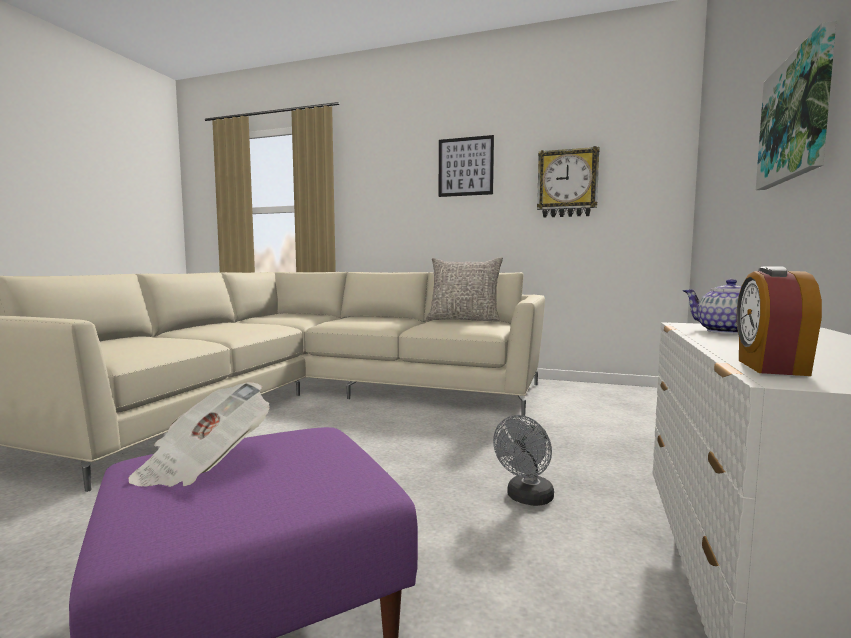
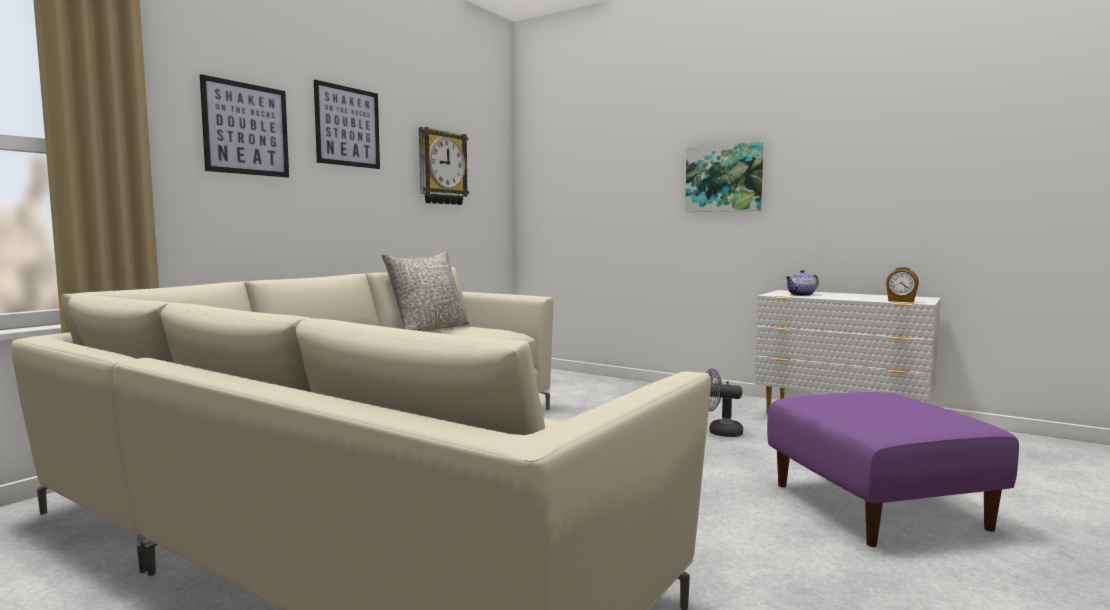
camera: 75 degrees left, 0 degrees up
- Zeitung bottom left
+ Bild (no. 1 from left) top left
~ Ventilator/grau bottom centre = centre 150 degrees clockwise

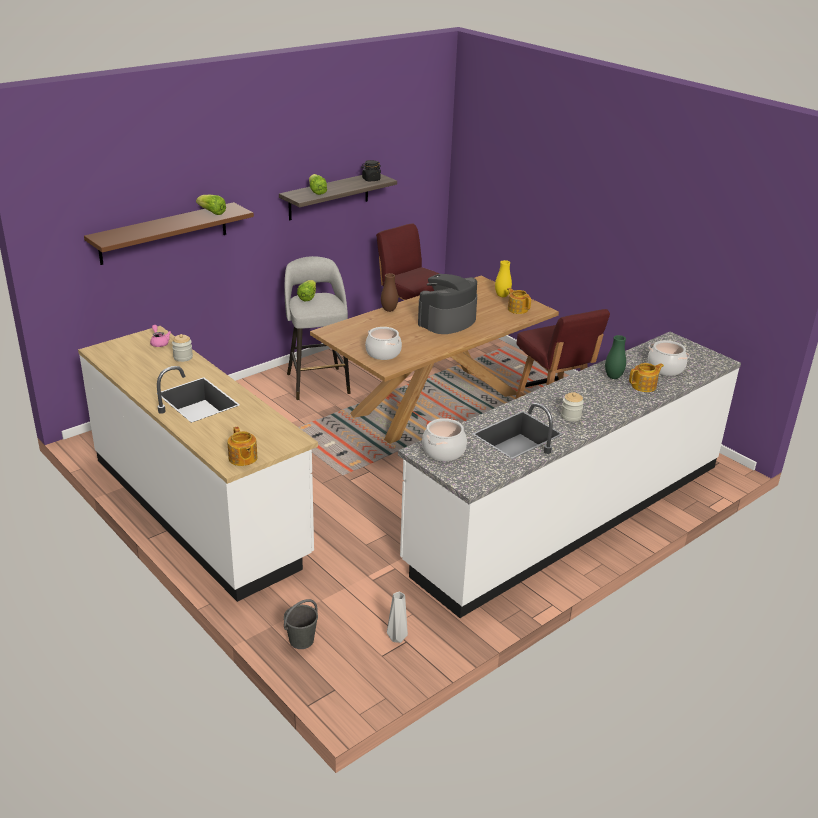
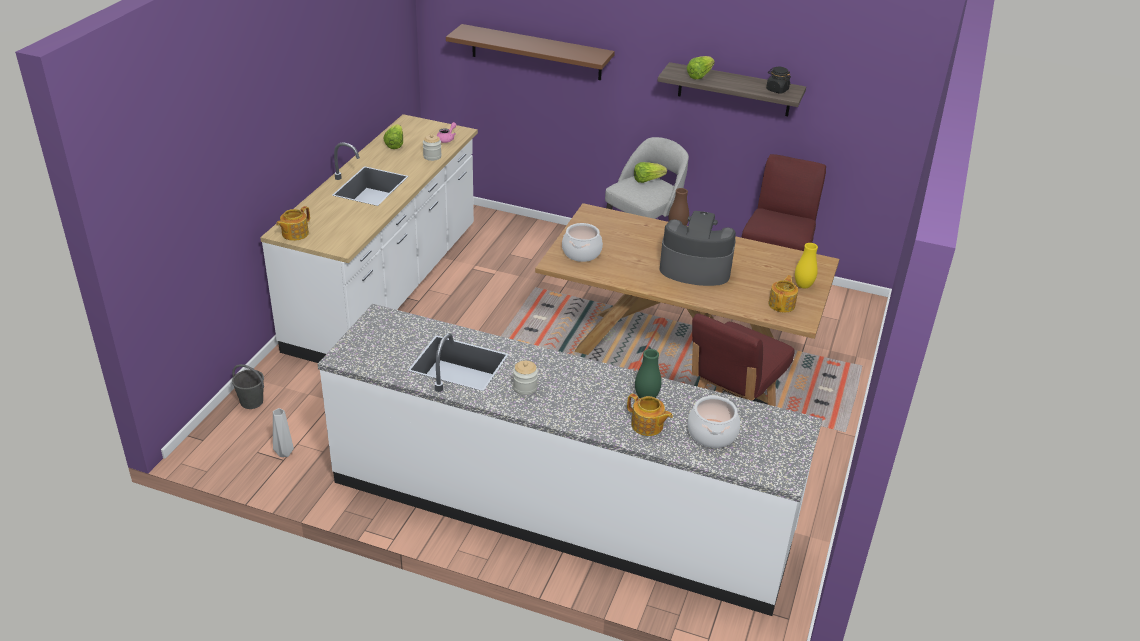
camera: 60 degrees right, 5 degrees up
- Kochtopf (no. 2 from left) centre
~ Salatkopf (no. 1 from left) top left to top centre

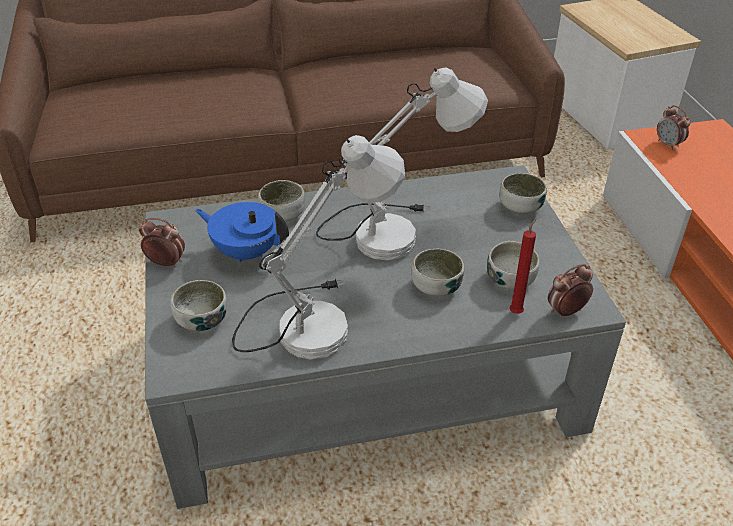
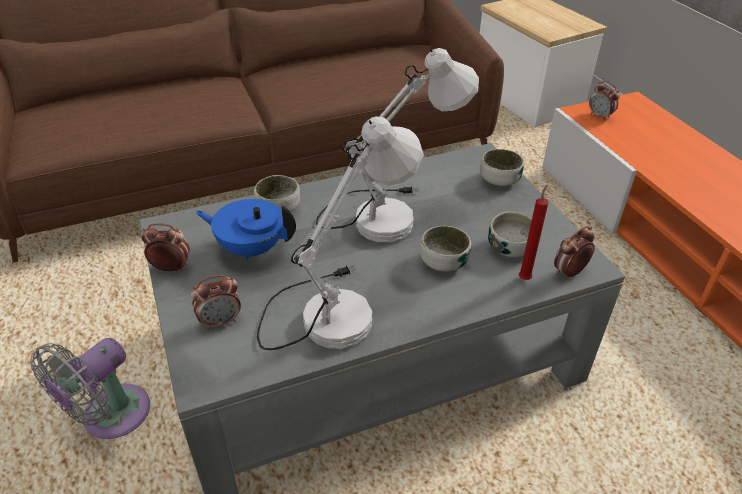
camera: 10 degrees left, 0 degrees up
+ Ventilator/grau bottom left
~ Schüssel (no. 1 from left) middle left to Wecker (no. 2 from left) middle left

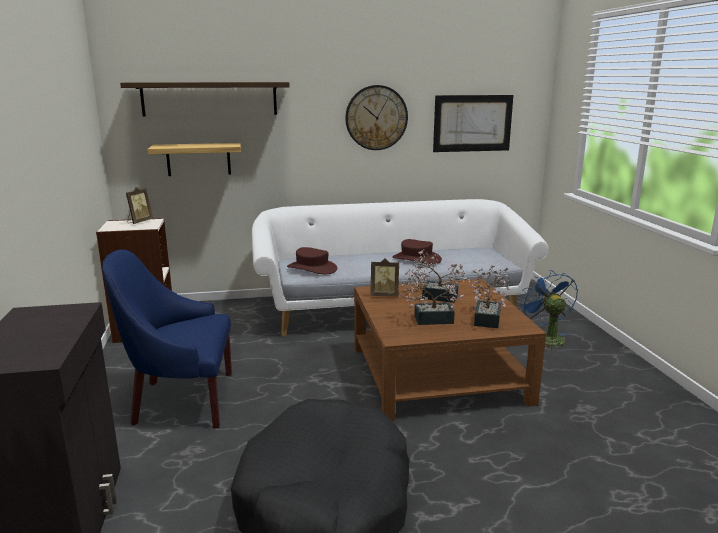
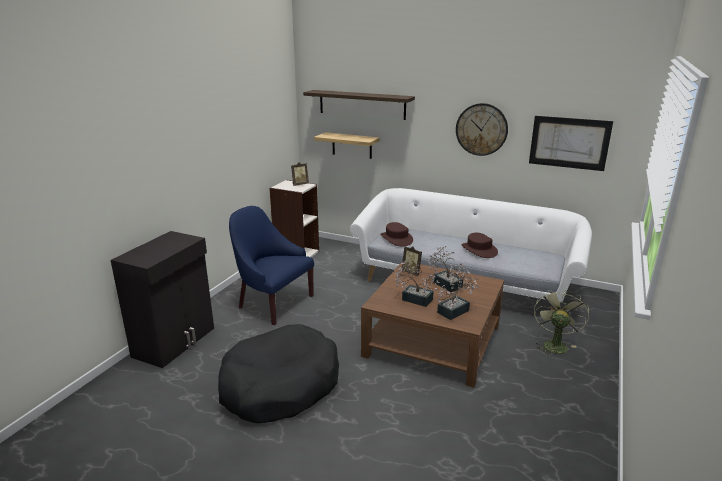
camera: 35 degrees right, 5 degrees up
~ Ventilator/blau middle right to Ventilator/grün bottom right

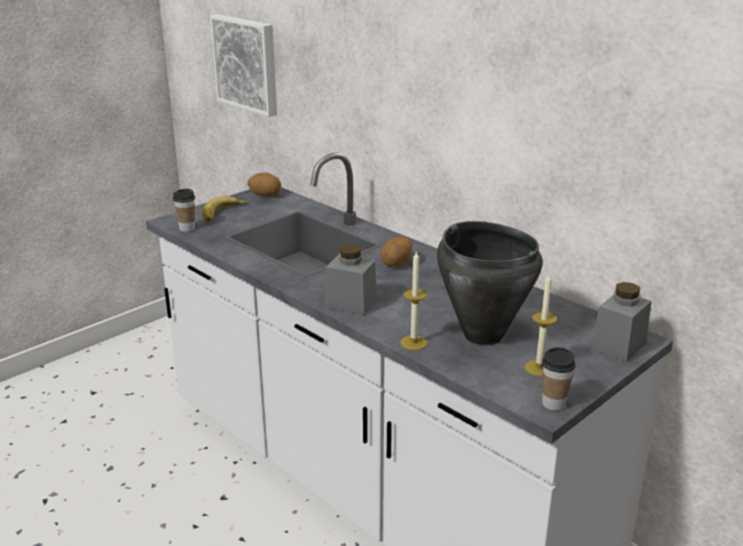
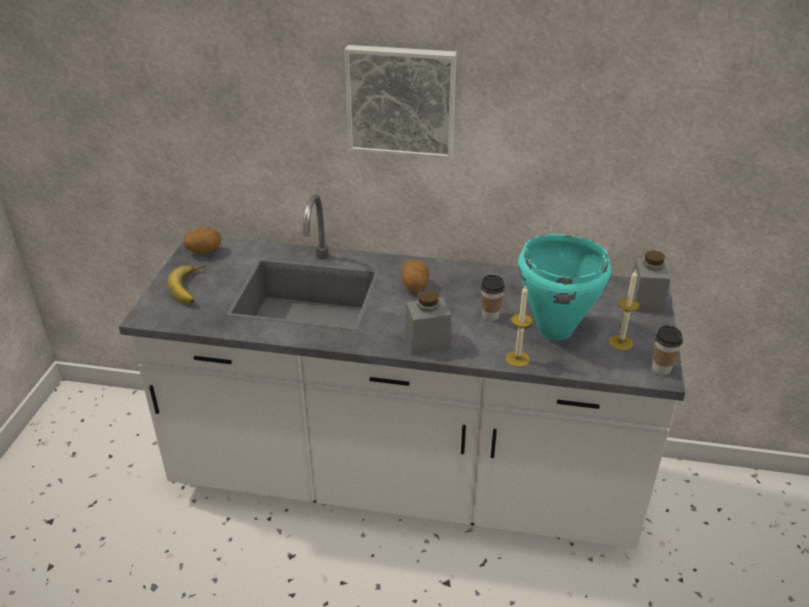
camera: 35 degrees left, 10 degrees up
~ Tasse (no. 1 from left) middle left to centre
~ Bild top left to top centre
~ Kochtopf/schwarz centre to Kochtopf/türkis middle right

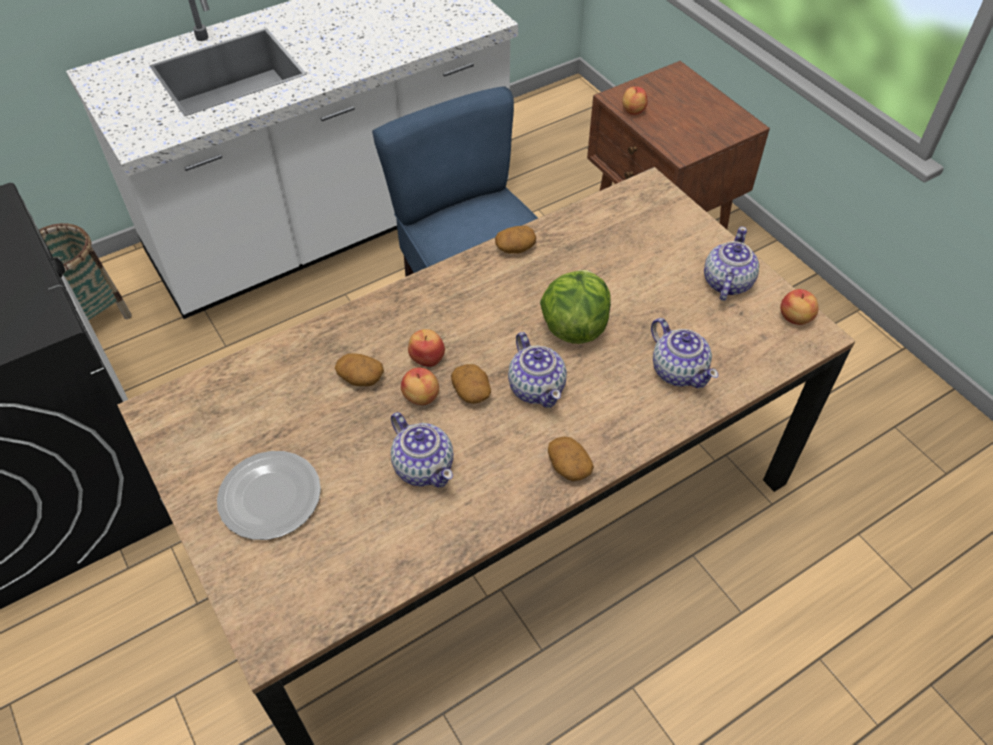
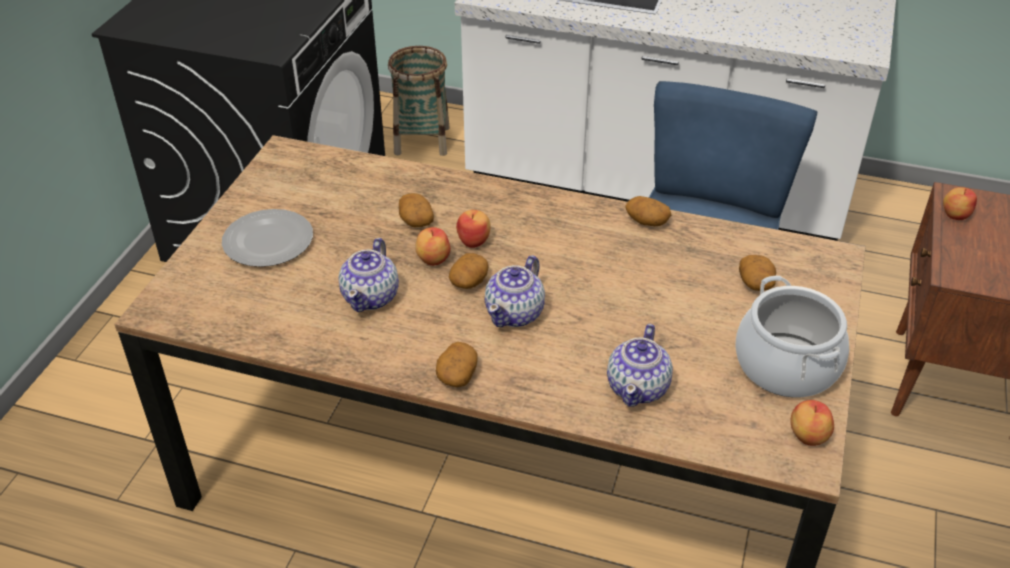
camera: 50 degrees right, 10 degrees down
- Salatkopf centre
+ Kartoffel (no. 5 from left) middle right
~ Teekanne (no. 4 from left) middle right to Kochtopf middle right

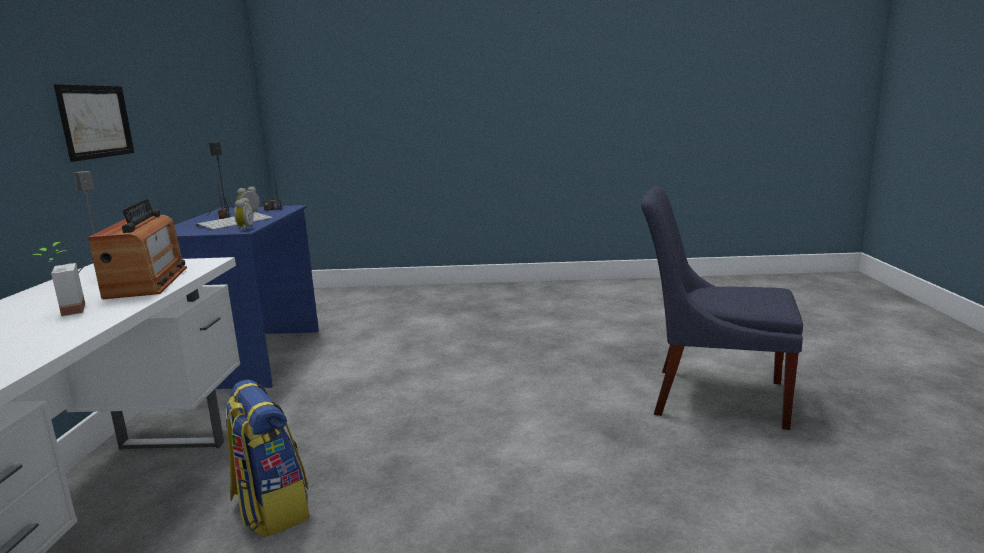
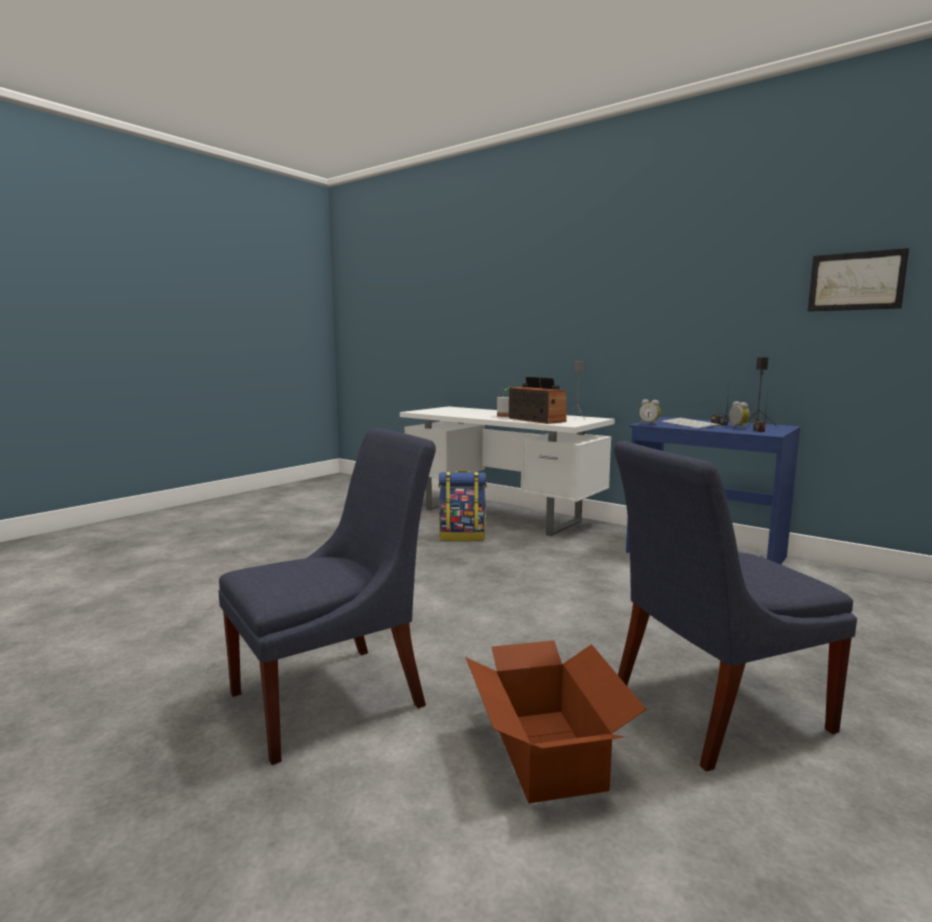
camera: 125 degrees right, 5 degrees down
+ Karton bottom centre
+ Stuhl/blau (no. 2 from left) middle right
~ Bild top left to top right
~ Radio (no. 1 from left) middle left = centre 150 degrees counterclockwise

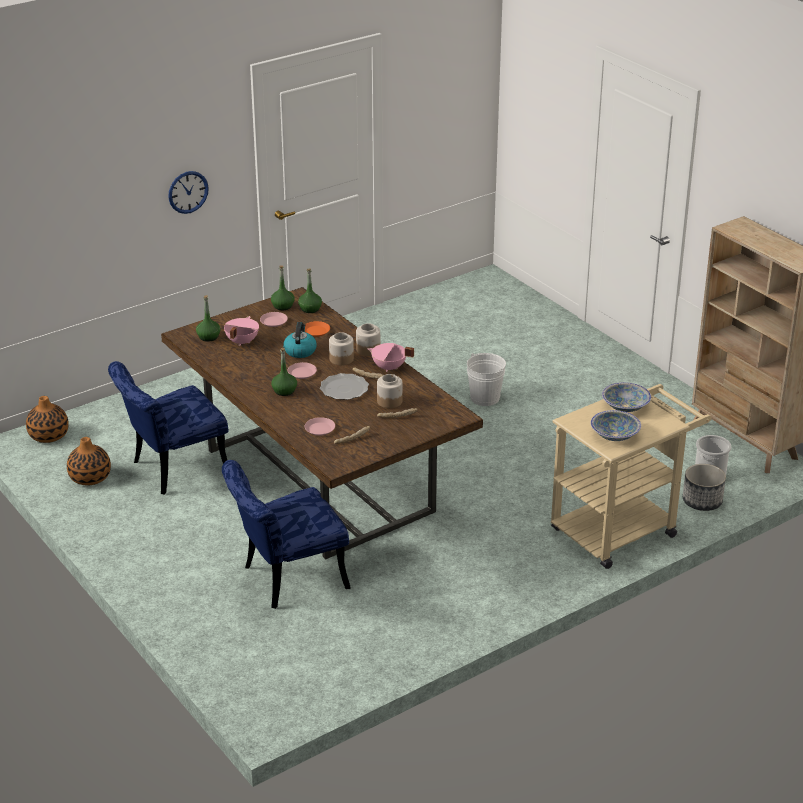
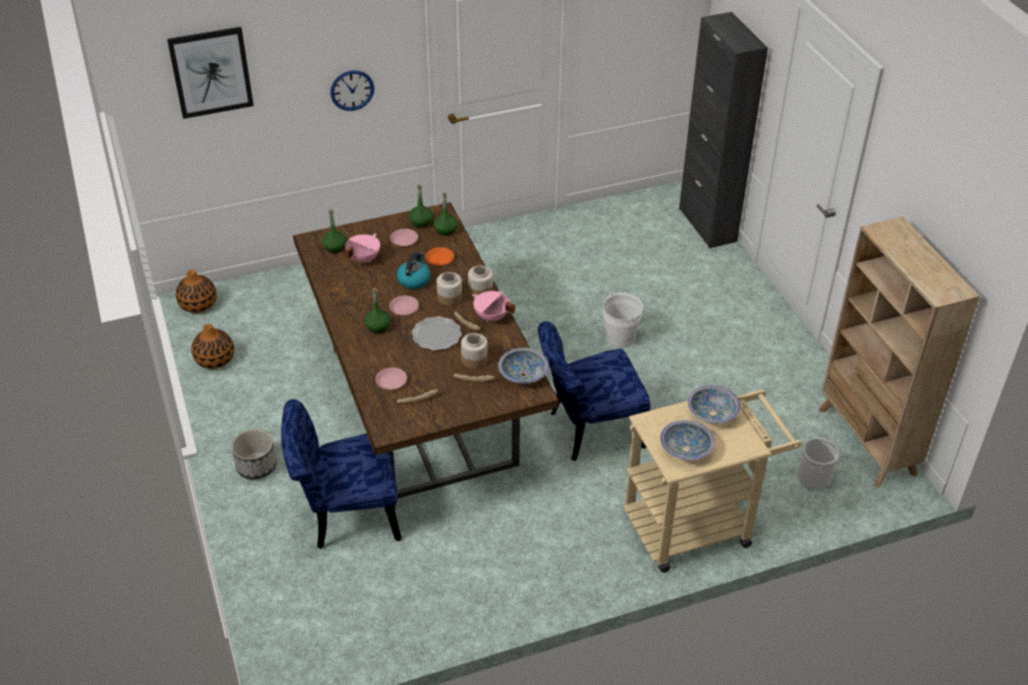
camera: 15 degrees right, 10 degrees up
+ Bild top left
+ Schüssel (no. 1 from left) centre
+ Schrank/schwarz top right
~ Stuhl/blau (no. 1 from left in the first image) middle left to Stuhl/blau (no. 2 from left) centre
~ Pflanzkübel middle right to middle left

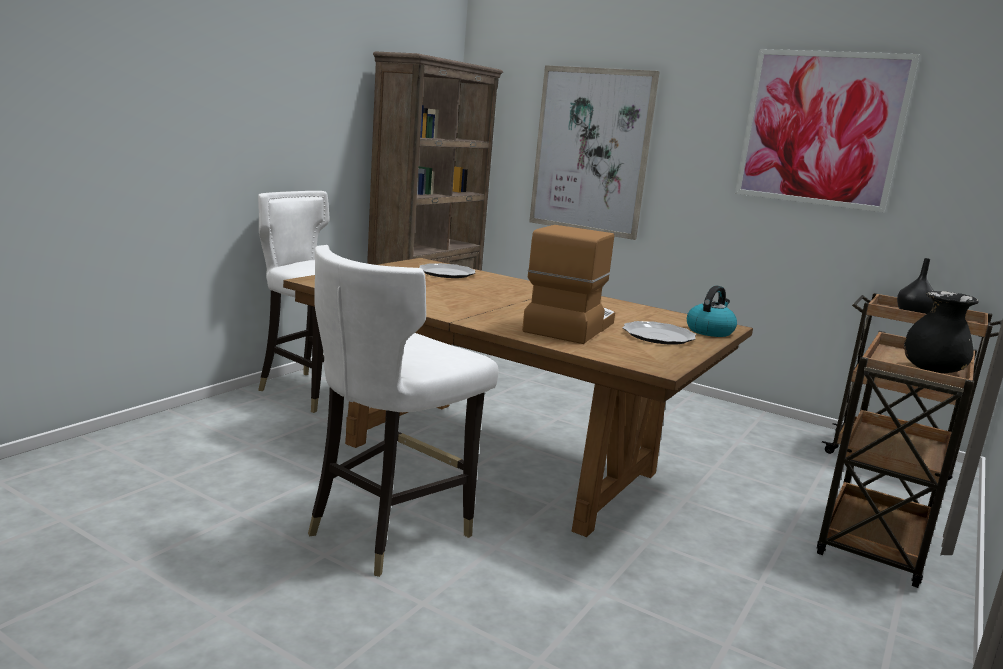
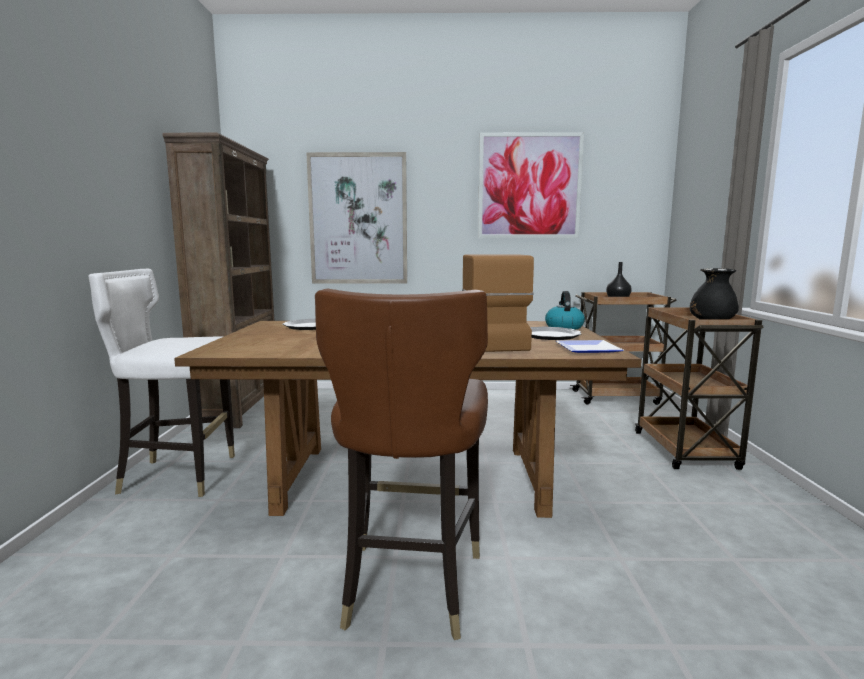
camera: 30 degrees left, 5 degrees down
+ Teller (no. 3 from left) middle right
~ Stuhl/weiß (no. 2 from left) centre to Stuhl/braun bottom centre

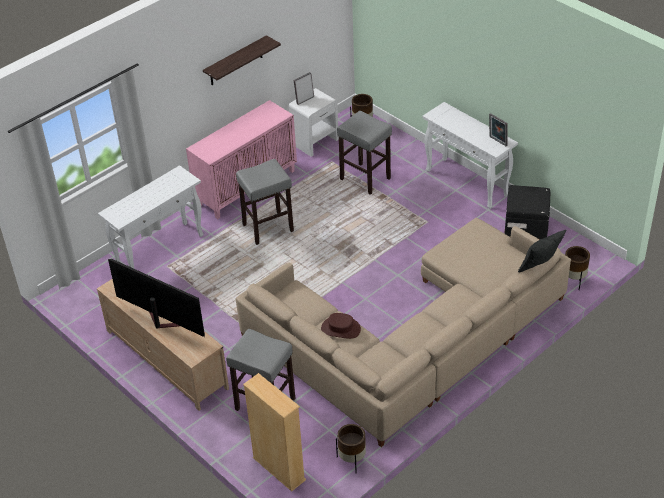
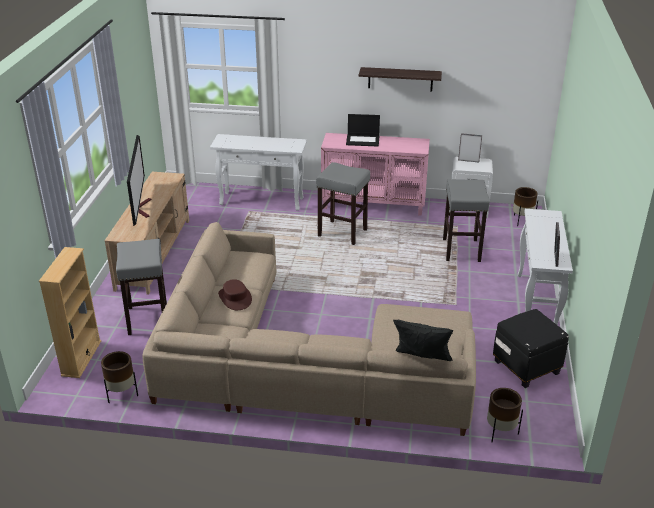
camera: 50 degrees right, 10 degrees down
+ Laptop top centre

